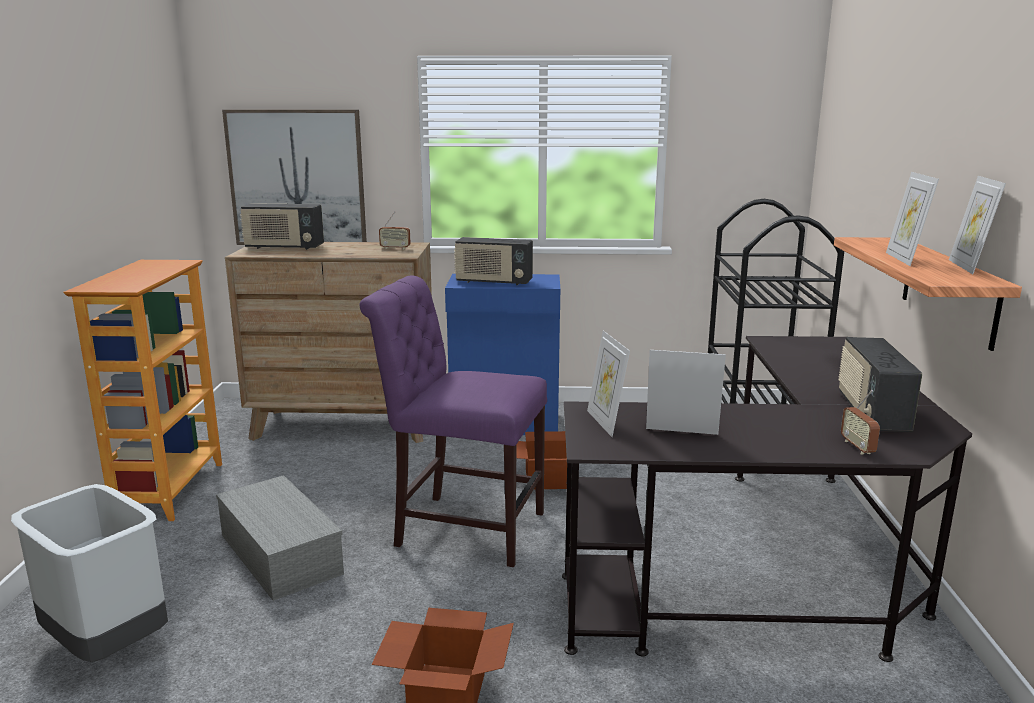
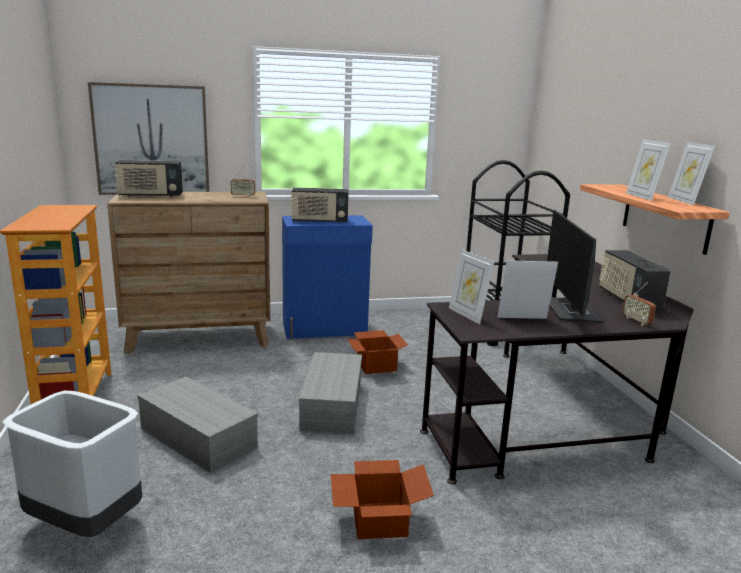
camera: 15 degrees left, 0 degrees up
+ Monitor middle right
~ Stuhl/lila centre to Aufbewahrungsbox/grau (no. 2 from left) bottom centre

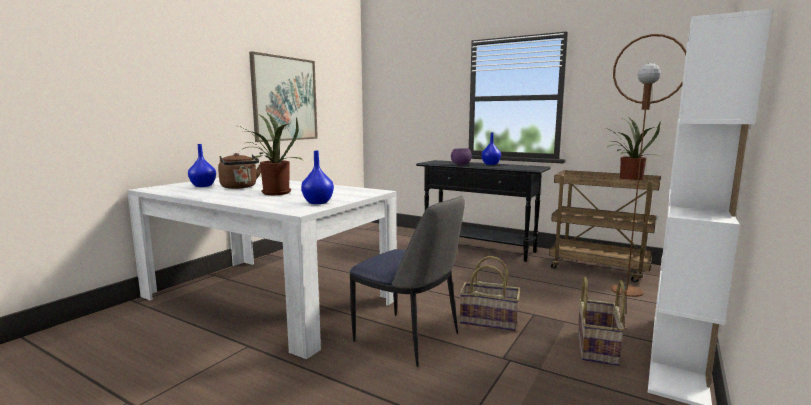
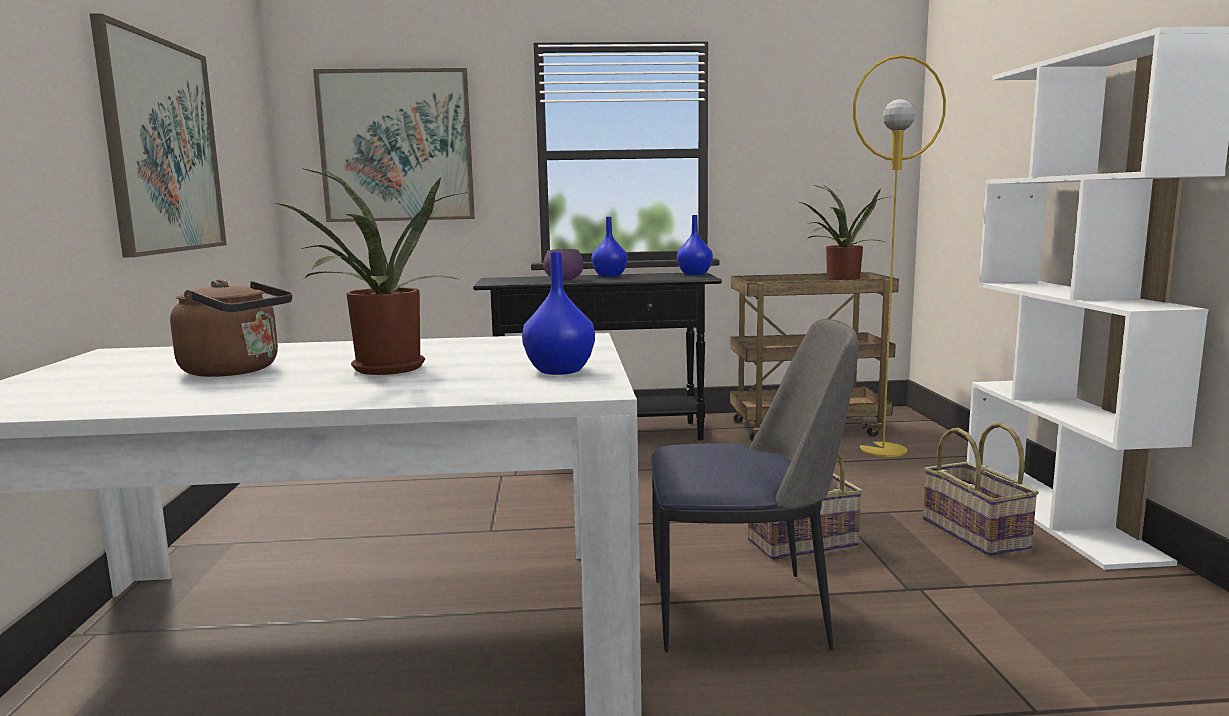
camera: 35 degrees left, 0 degrees up
+ Bild (no. 2 from left) top left
~ Vase/blau (no. 1 from left in the first image) middle left to Vase/blau (no. 3 from left) centre
~ Stehlampe/braun middle right to Stehlampe/gelb middle right

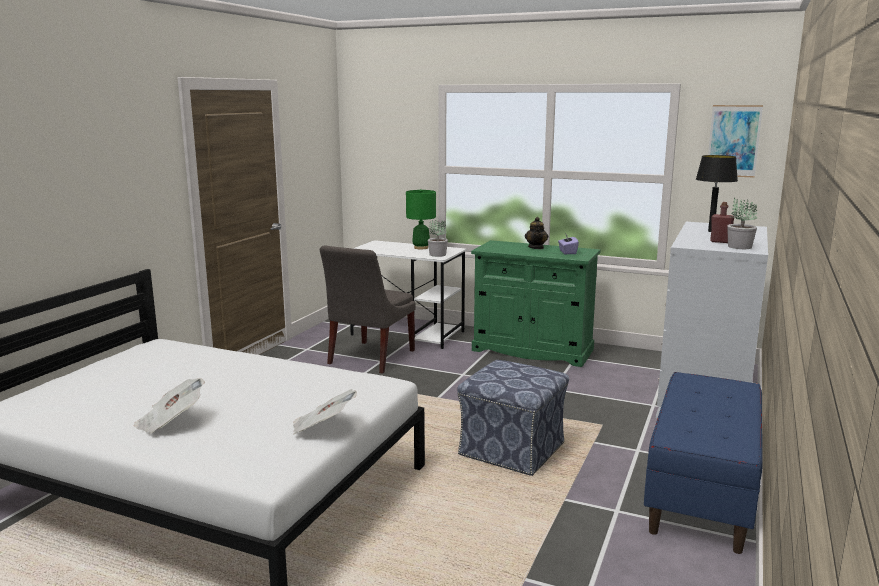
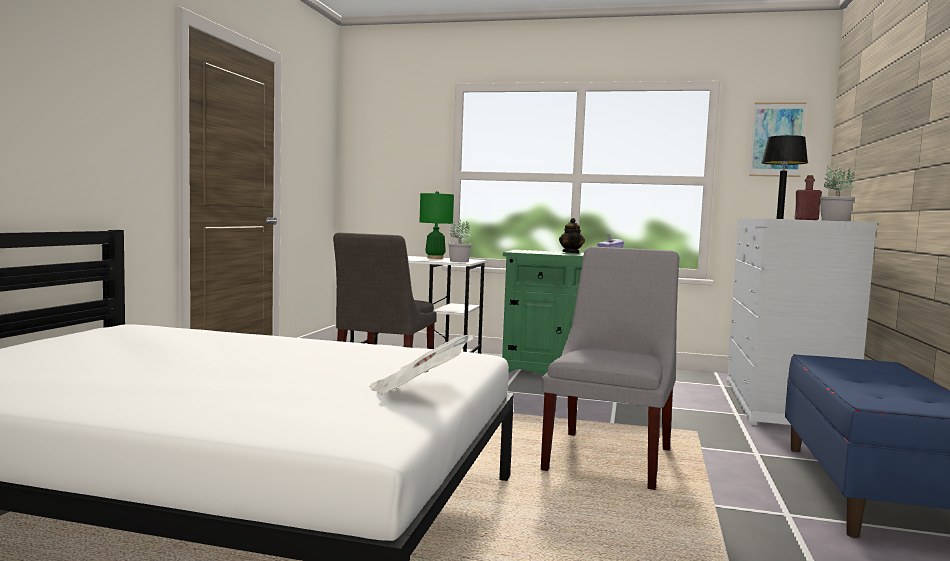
camera: 10 degrees left, 10 degrees down
- Zeitung (no. 1 from left) bottom left
~ Polsterhocker bottom centre to Stuhl/grau (no. 2 from left) centre

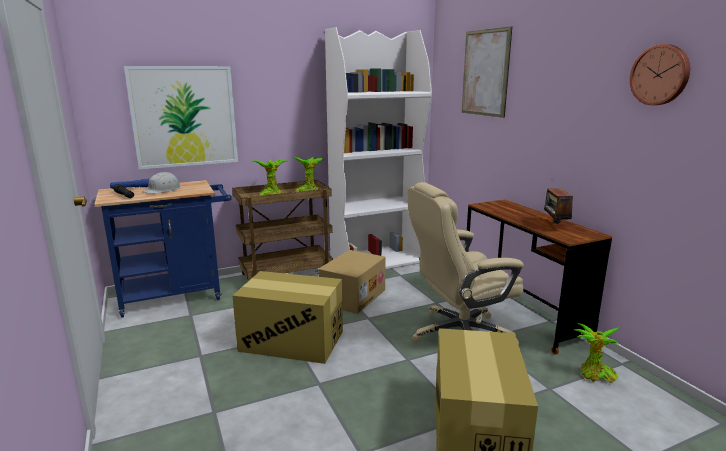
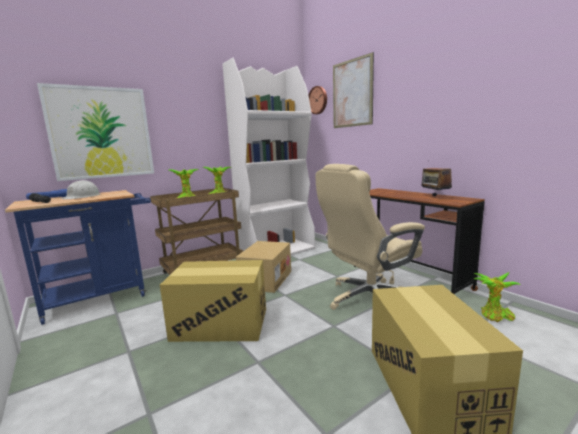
camera: 10 degrees left, 5 degrees down
~ Wanduhr top right to top centre

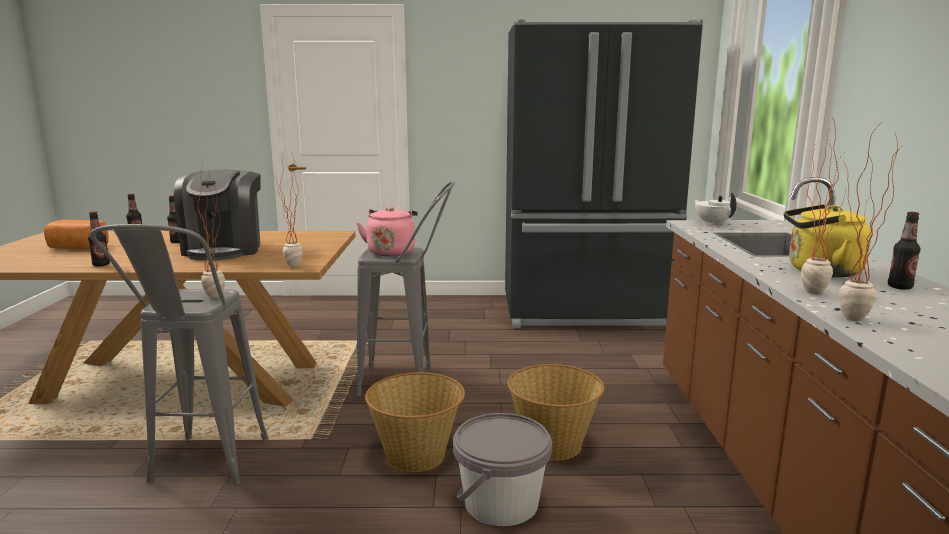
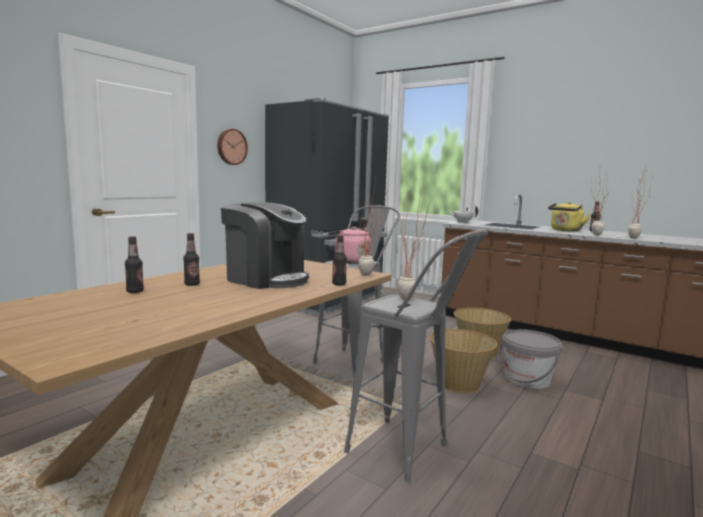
camera: 55 degrees left, 5 degrees down
- Brot middle left
+ Wanduhr top left
~ Flasche (no. 1 from left in the first image) middle left to Flasche (no. 3 from left) centre

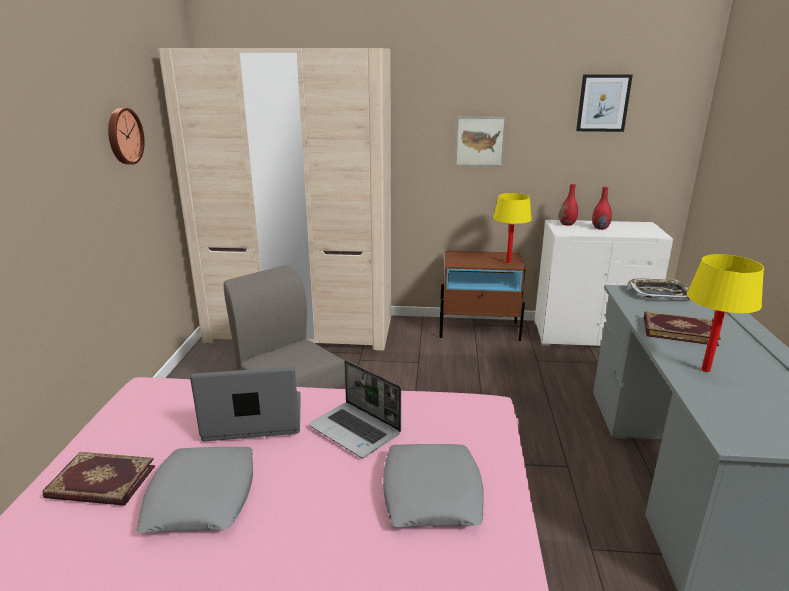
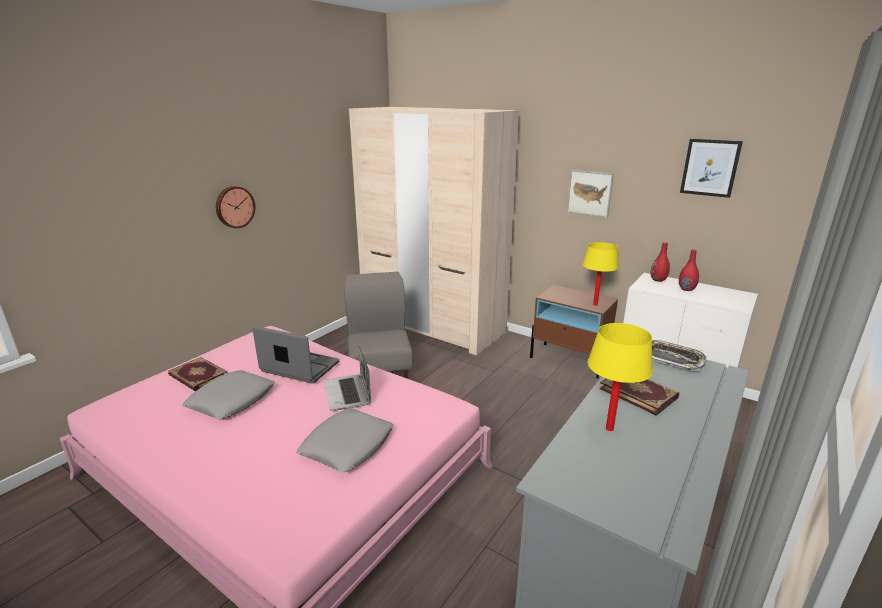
camera: 30 degrees right, 0 degrees up
~ Wanduhr top left to middle left

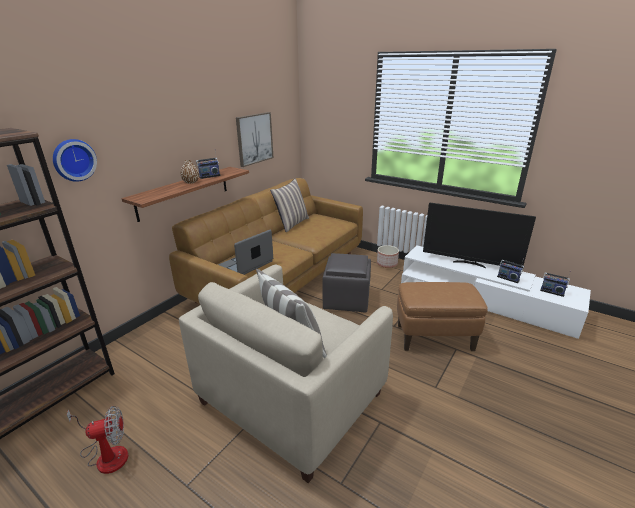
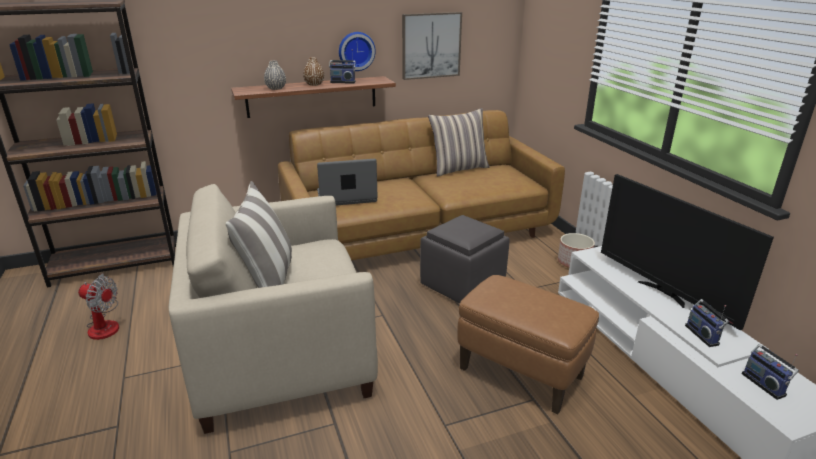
camera: 35 degrees right, 0 degrees up
+ Vase/grau top centre
~ Wanduhr top left to top centre

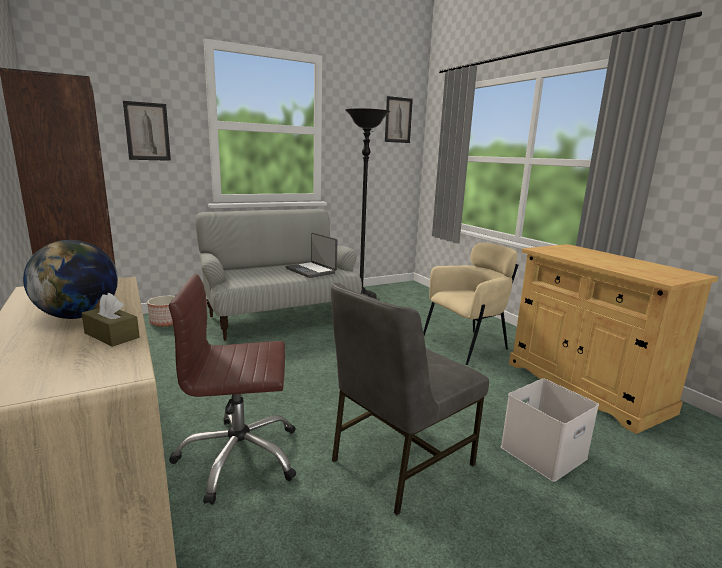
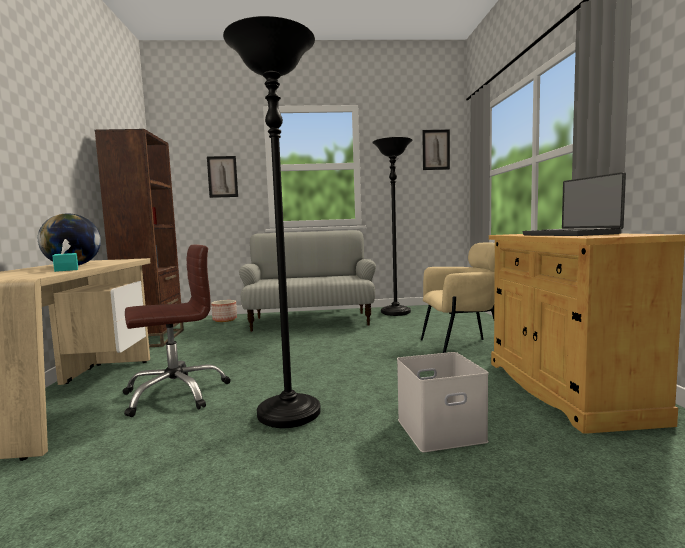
camera: 25 degrees right, 10 degrees down
~ Laptop centre to middle right
~ Stuhl/grau bottom centre to Stehlampe/schwarz (no. 1 from left) centre
~ Taschentuchbox/braun middle left to Taschentuchbox/türkis middle left
~ Bürostuhl/braun bottom left = middle left 135 degrees clockwise

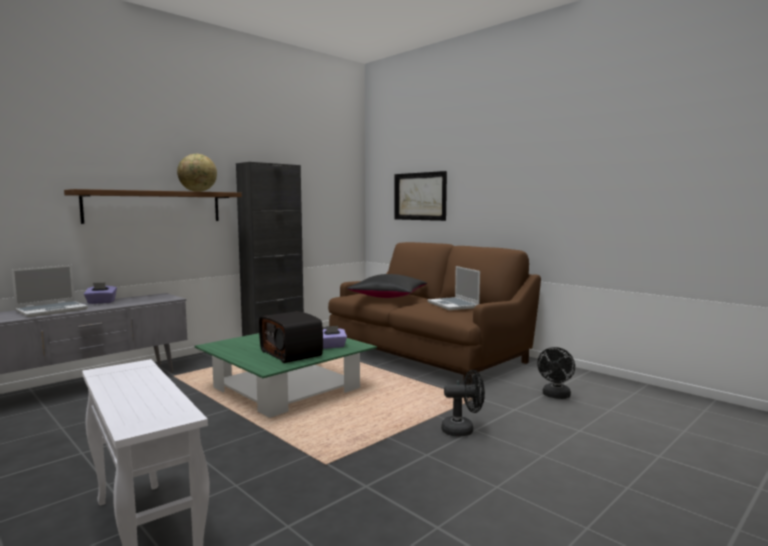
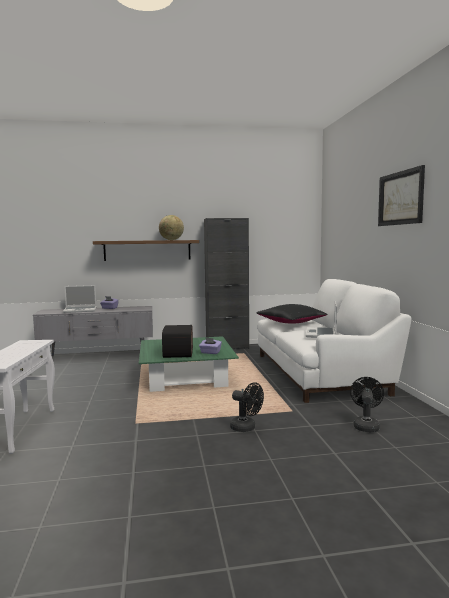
camera: 35 degrees right, 0 degrees up
~ Bild centre to top right
~ Sofa/braun centre to Sofa/weiß middle right
~ Ventilator/schwarz (no. 2 from left) bottom right = bottom right 135 degrees clockwise

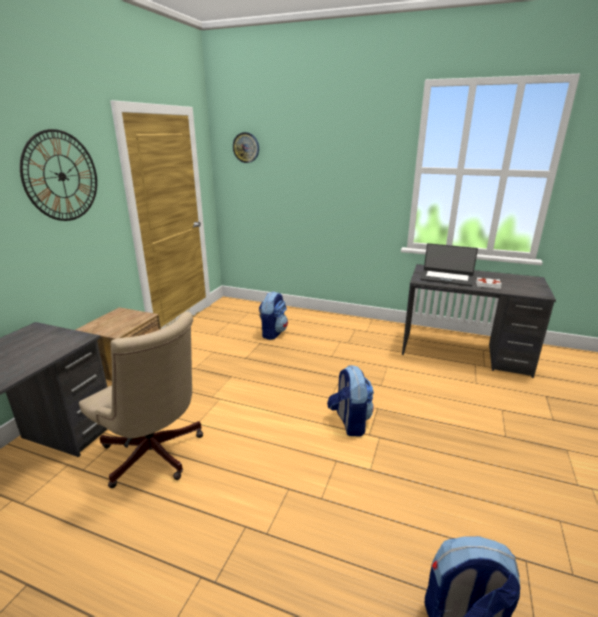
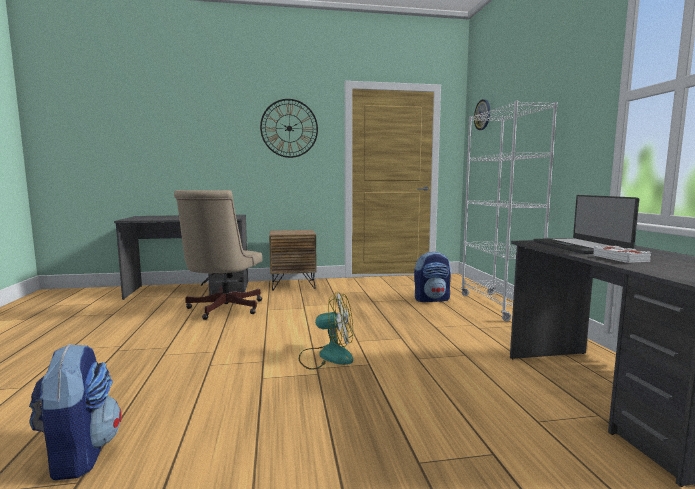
camera: 60 degrees right, 15 degrees down
+ Bücherregal/weiß middle right
~ Rucksack (no. 2 from left) centre to Ventilator bottom centre

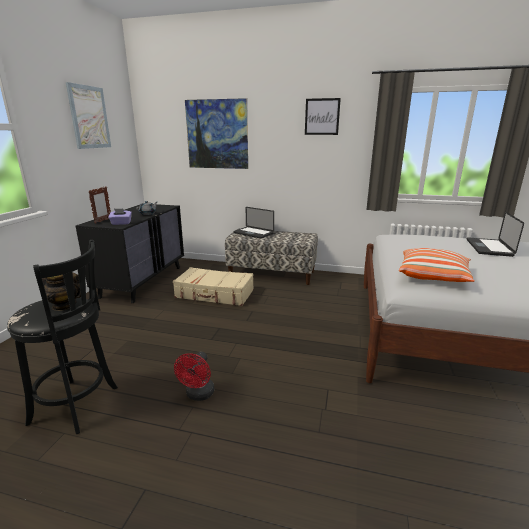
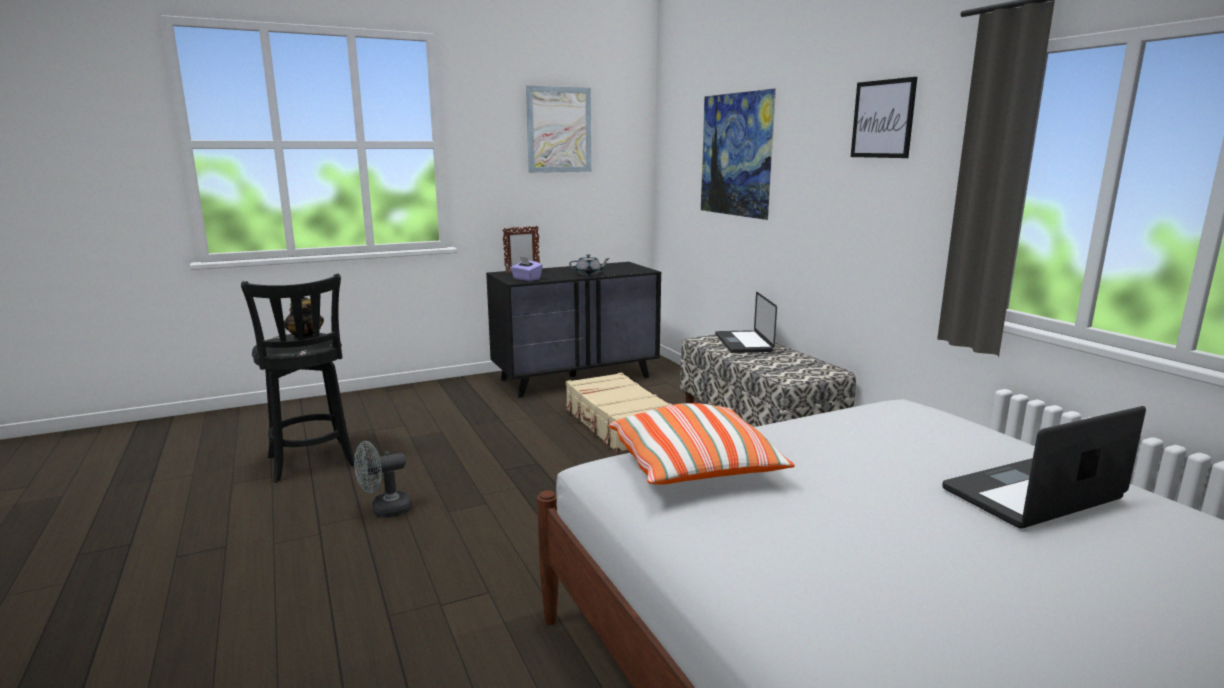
camera: 50 degrees right, 5 degrees down
~ Ventilator/rot bottom centre to Ventilator/grau bottom left

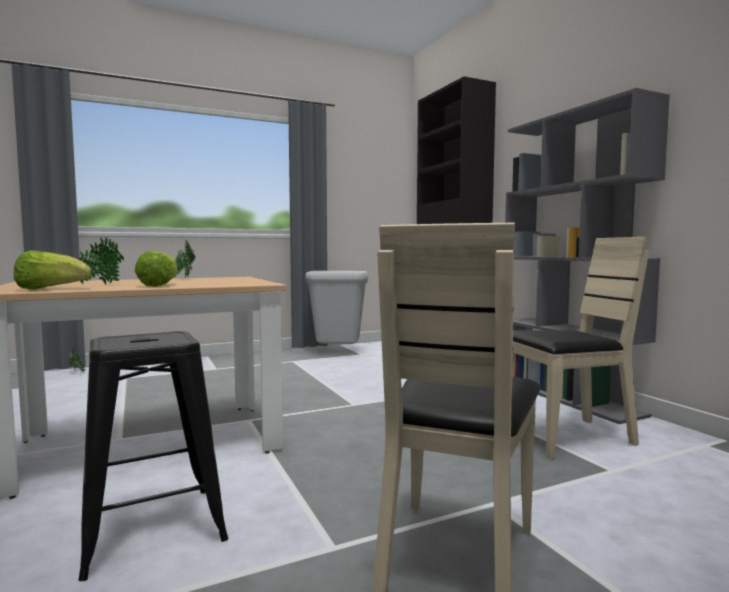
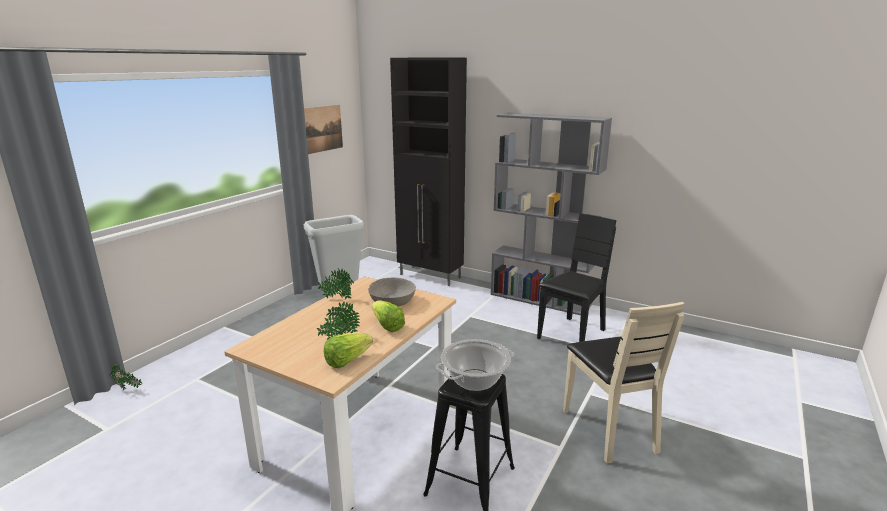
camera: 35 degrees left, 15 degrees up
+ Bild top centre
+ Schüssel/grau centre
+ Kochtopf bottom centre
~ Stuhl/beige (no. 2 from left) middle right to Stuhl/schwarz centre

